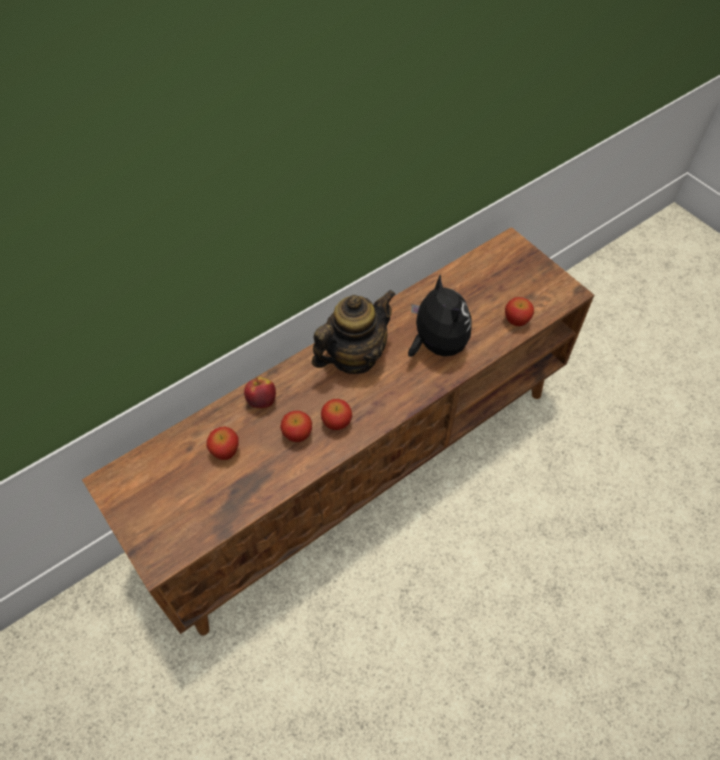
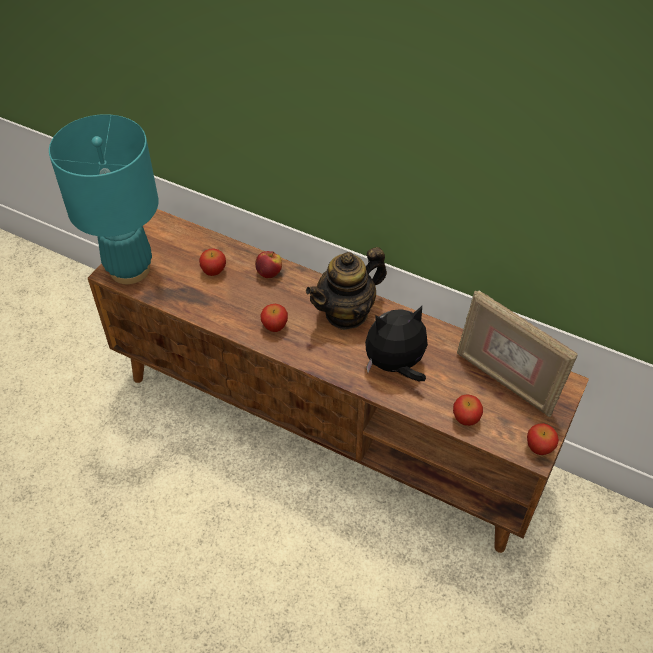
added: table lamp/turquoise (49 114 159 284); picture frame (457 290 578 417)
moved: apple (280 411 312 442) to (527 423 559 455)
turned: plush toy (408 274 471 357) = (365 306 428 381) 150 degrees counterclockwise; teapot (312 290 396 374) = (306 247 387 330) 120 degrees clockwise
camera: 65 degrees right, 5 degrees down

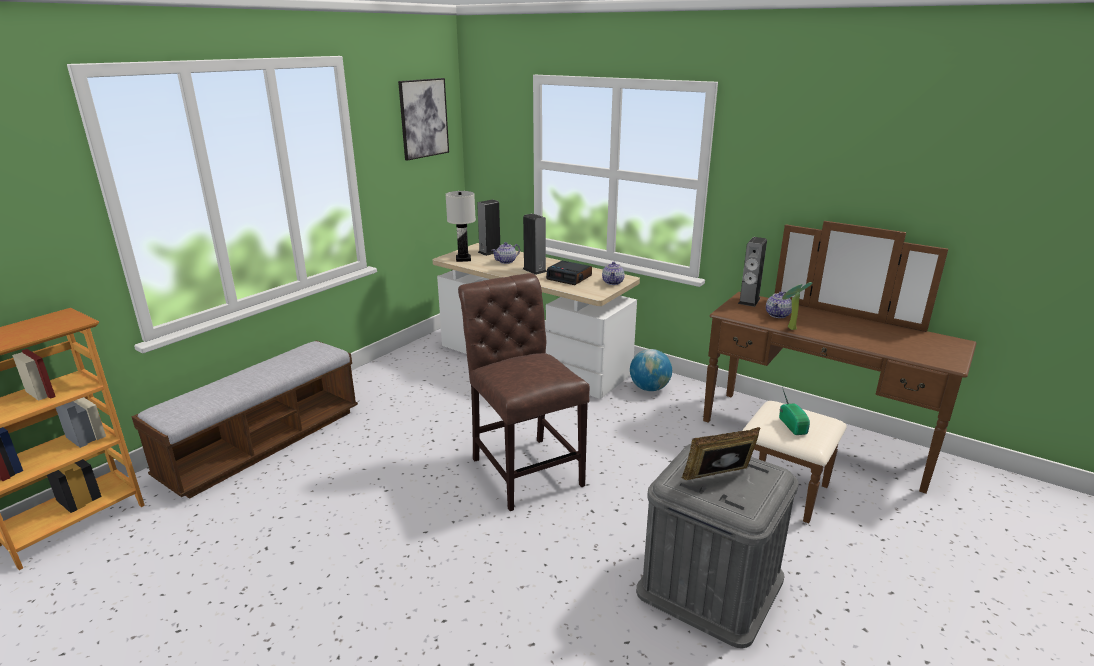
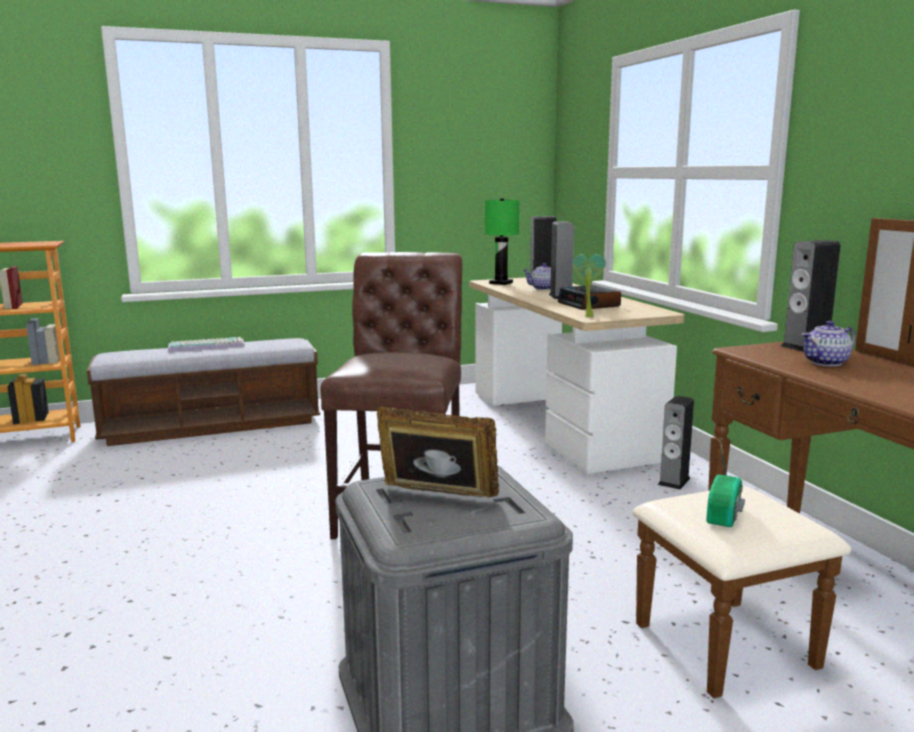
removed: picture (398 78 449 161); teapot (602 262 625 285)
added: keyboard (168 337 244 352)
moved: potted plant (782 282 812 330) to (573 254 606 317)
replaced: globe (630 349 672 391) to speaker (658 396 694 490)
recoloured: table lamp/white (445 191 476 262) to table lamp/green (484 198 519 285)
camera: 35 degrees right, 10 degrees down

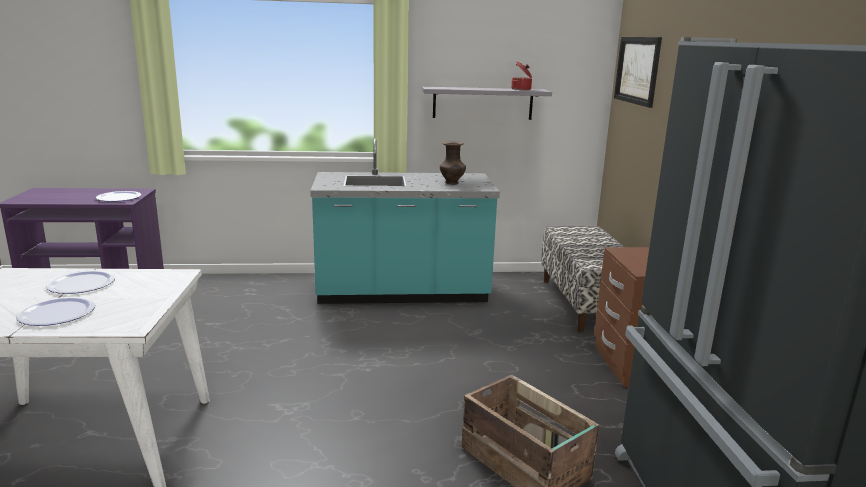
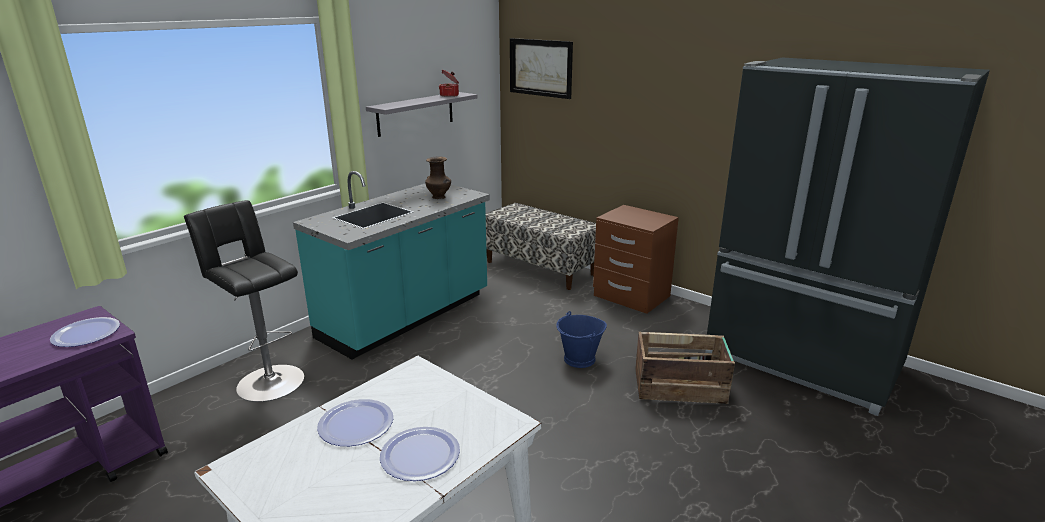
added: stool/black (184 200 304 402); bucket/blue (556 311 607 368)
camera: 45 degrees left, 5 degrees up

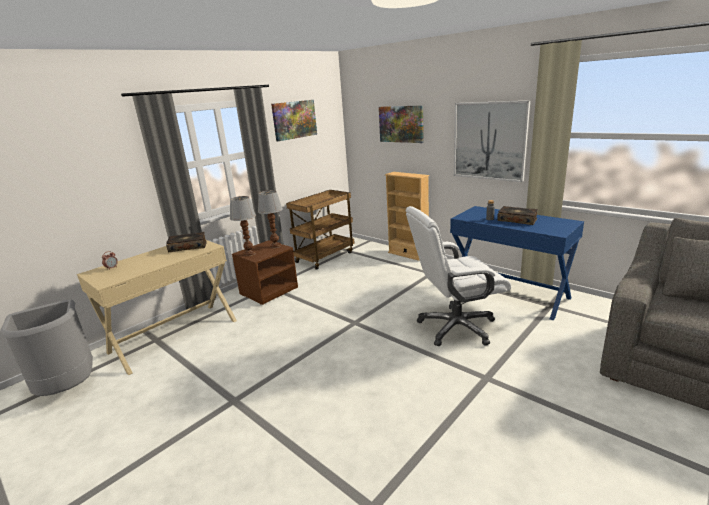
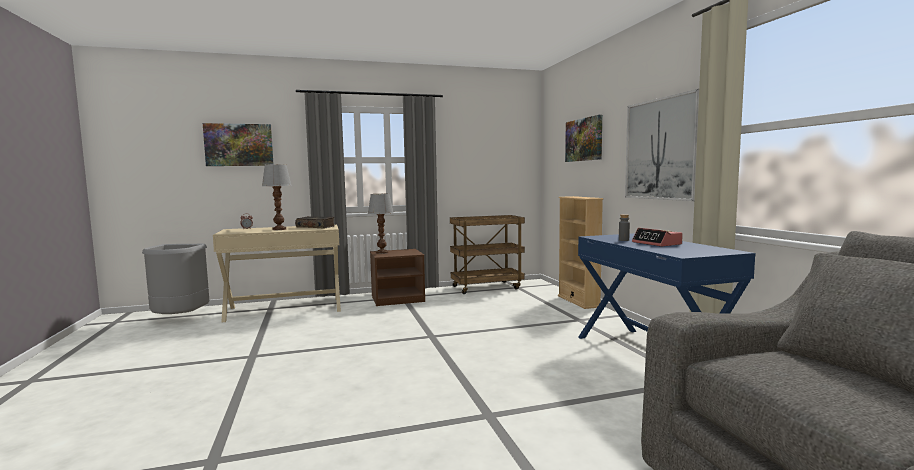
removed: office chair/white (406 206 511 346)
moved: picture (271 100 317 141) to (203 123 273 166); table lamp (258 190 283 248) to (262 164 292 230)
replaced: book (497 206 538 225) to alarm clock (632 228 683 247)
camera: 30 degrees right, 15 degrees down

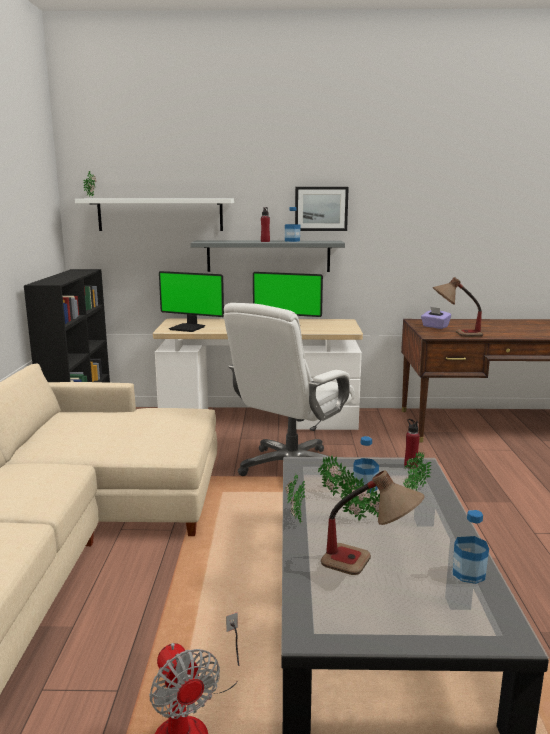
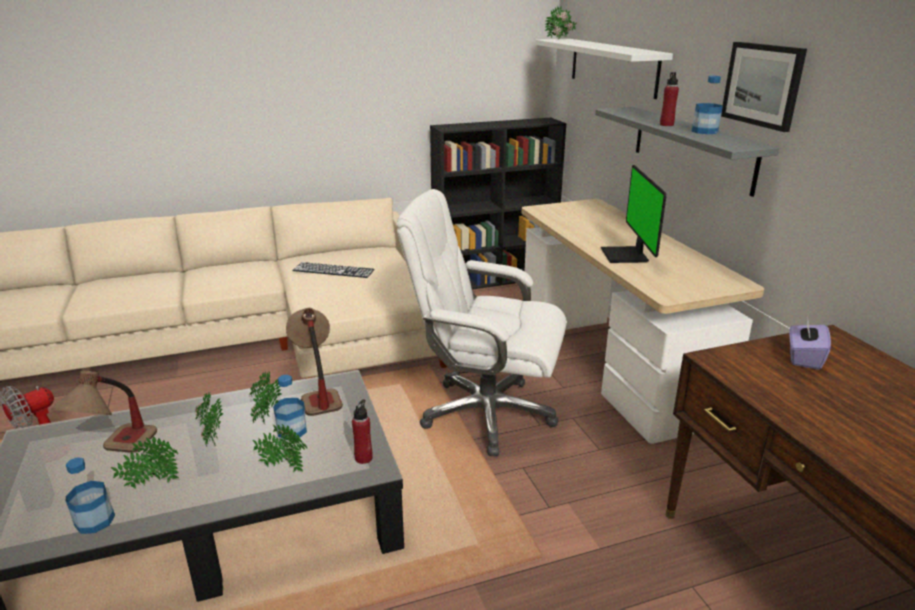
removed: monitor (159 271 224 332)
added: keyboard (292 262 375 278)
moved: table lamp (433 277 483 337) to (286 308 343 416); potted plant (285 473 305 523) to (111 437 179 489)
camera: 70 degrees right, 10 degrees up

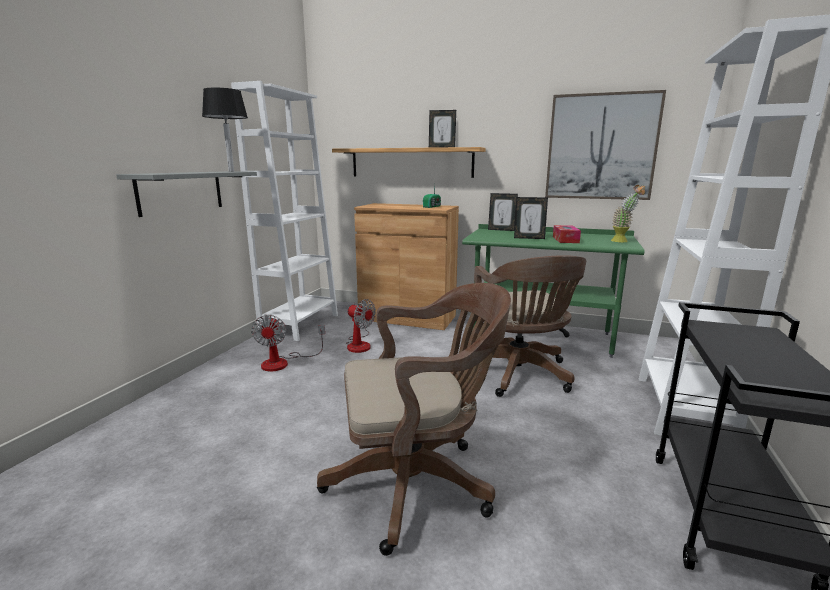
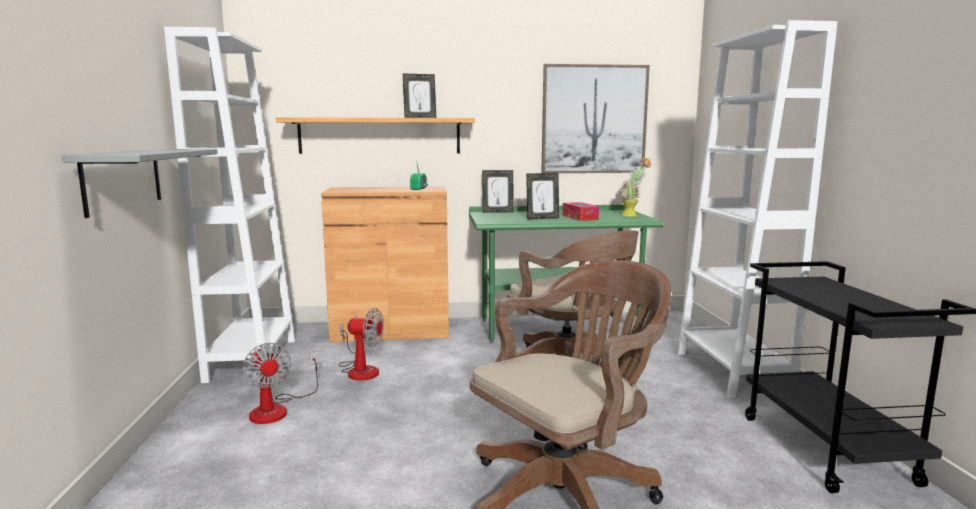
removed: table lamp/black (202 88 248 172)
camera: 25 degrees left, 5 degrees down

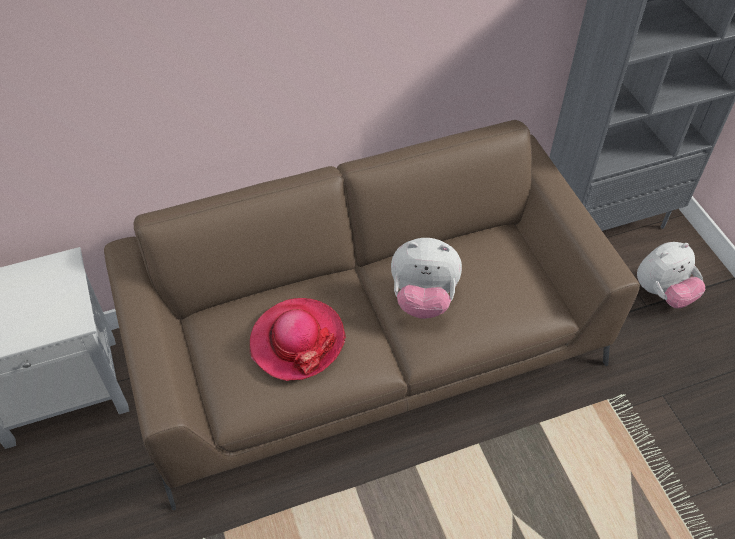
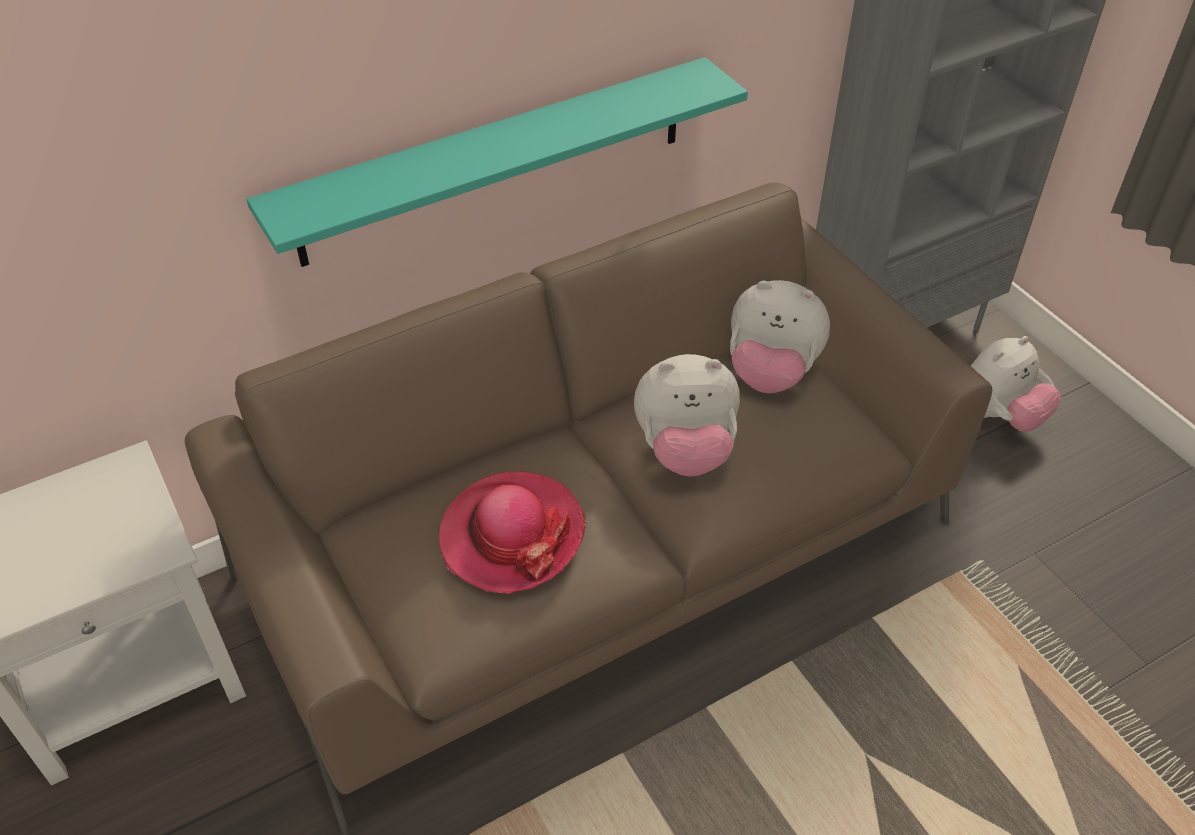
added: shelf/turquoise (247 57 748 267); plush toy (730 280 830 393)
camera: 10 degrees left, 5 degrees down

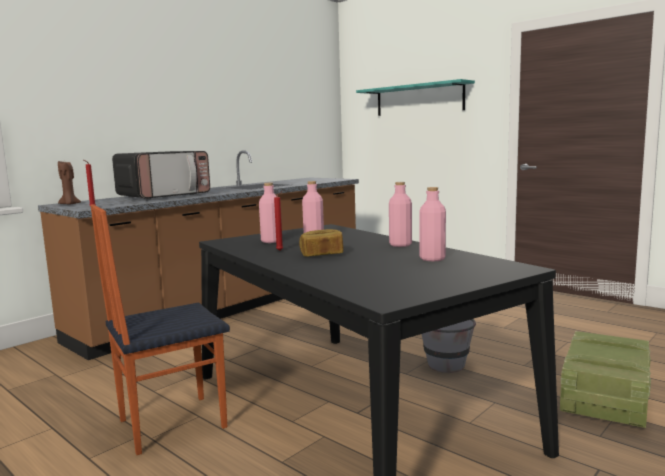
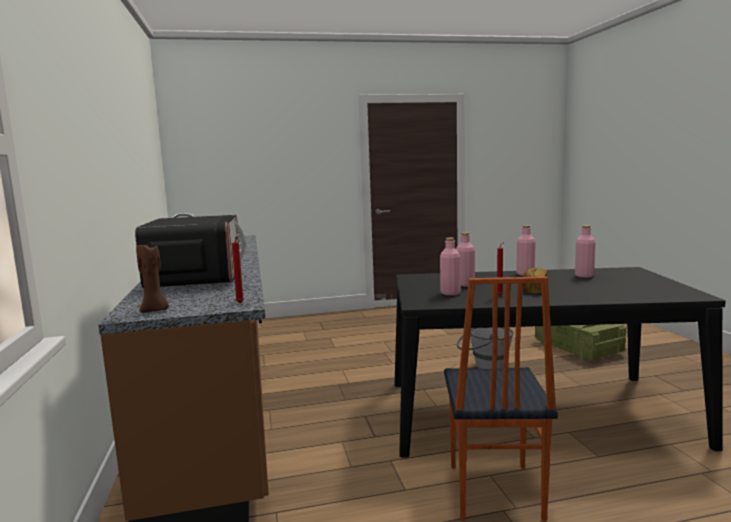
removed: shelf/turquoise (356 79 475 116)
camera: 55 degrees left, 0 degrees up

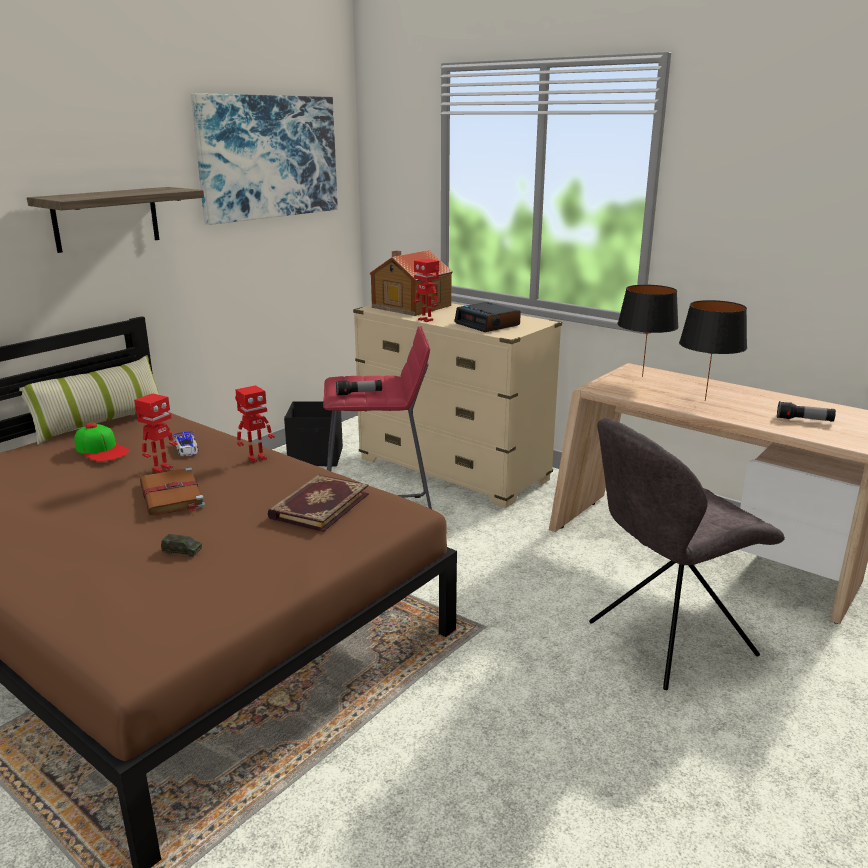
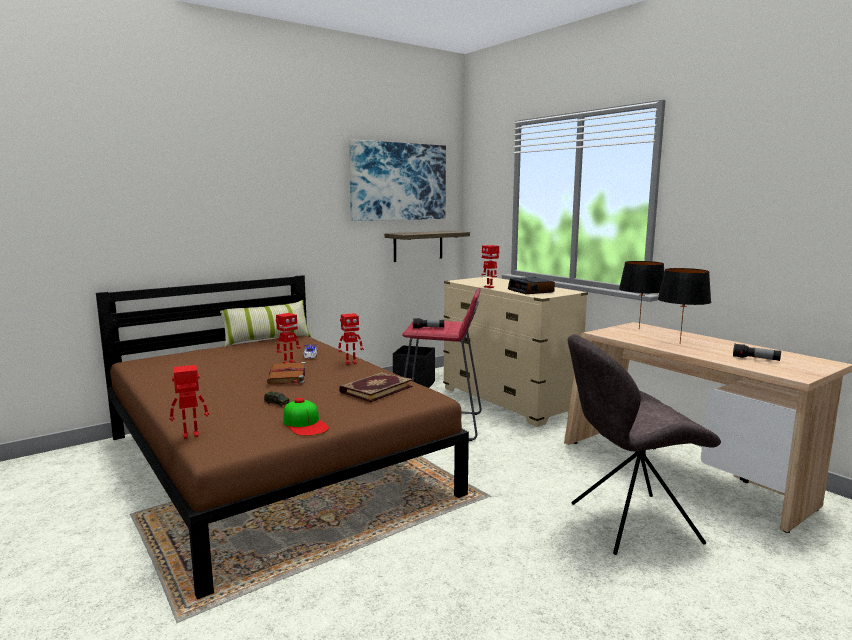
removed: toy house (370 250 453 316)
added: toy robot (169 365 209 439)
moved: shelf (27 187 204 253) to (384 231 470 262); cap (74 423 129 461) to (284 398 329 436)
camera: 15 degrees right, 10 degrees down

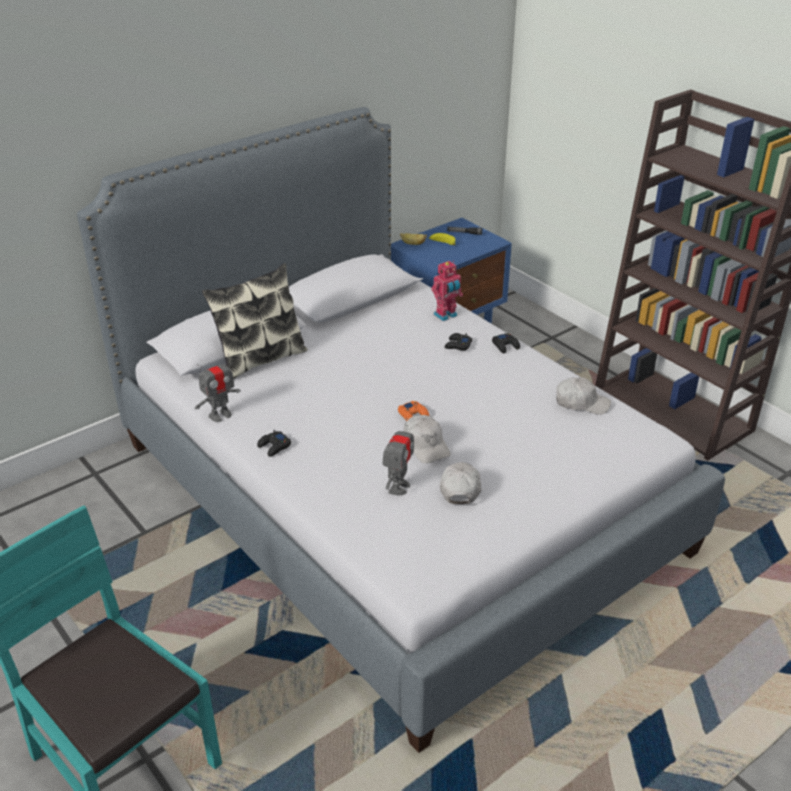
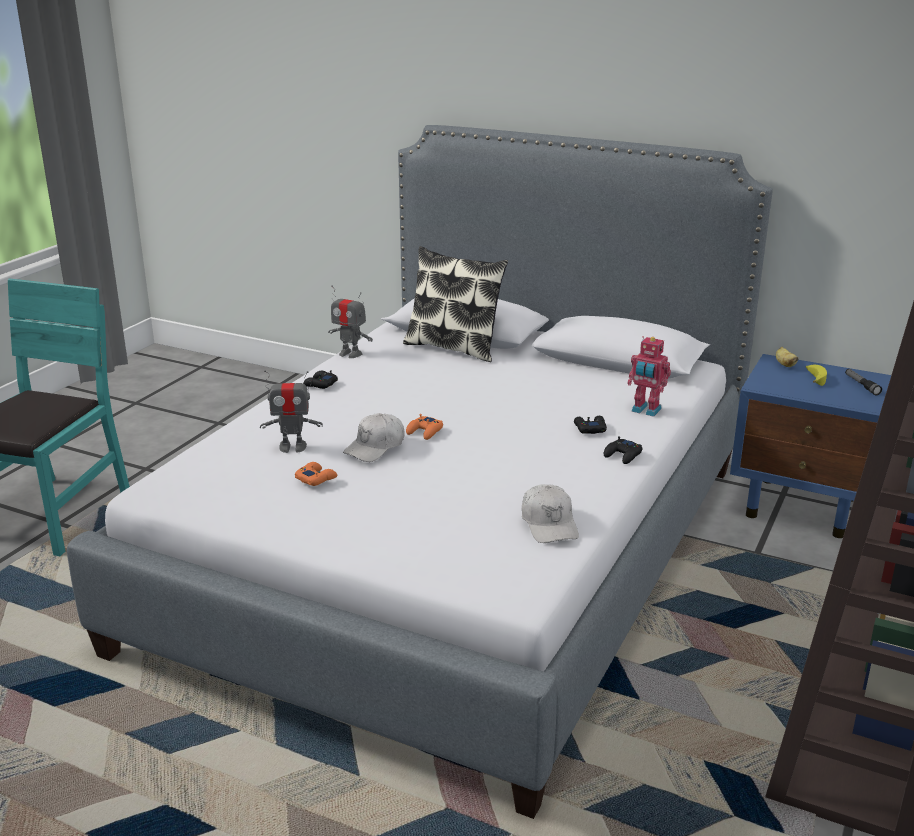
replaced: cap/white (440 462 481 504) to game controller/orange (295 462 337 486)
camera: 65 degrees right, 10 degrees down

